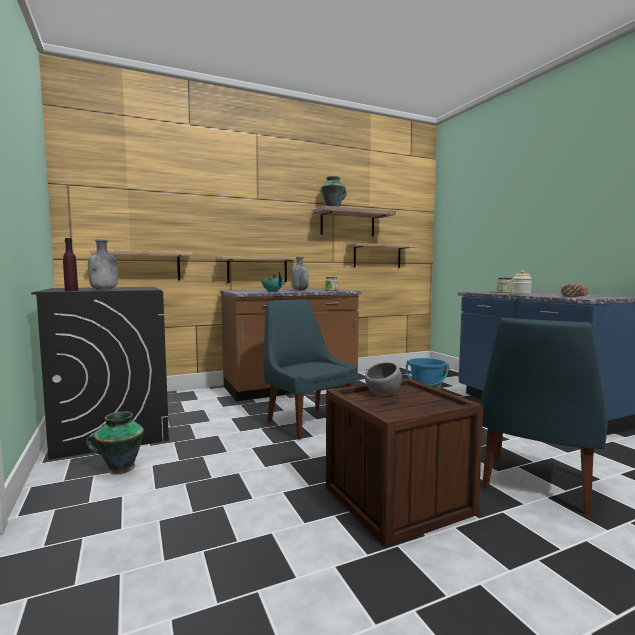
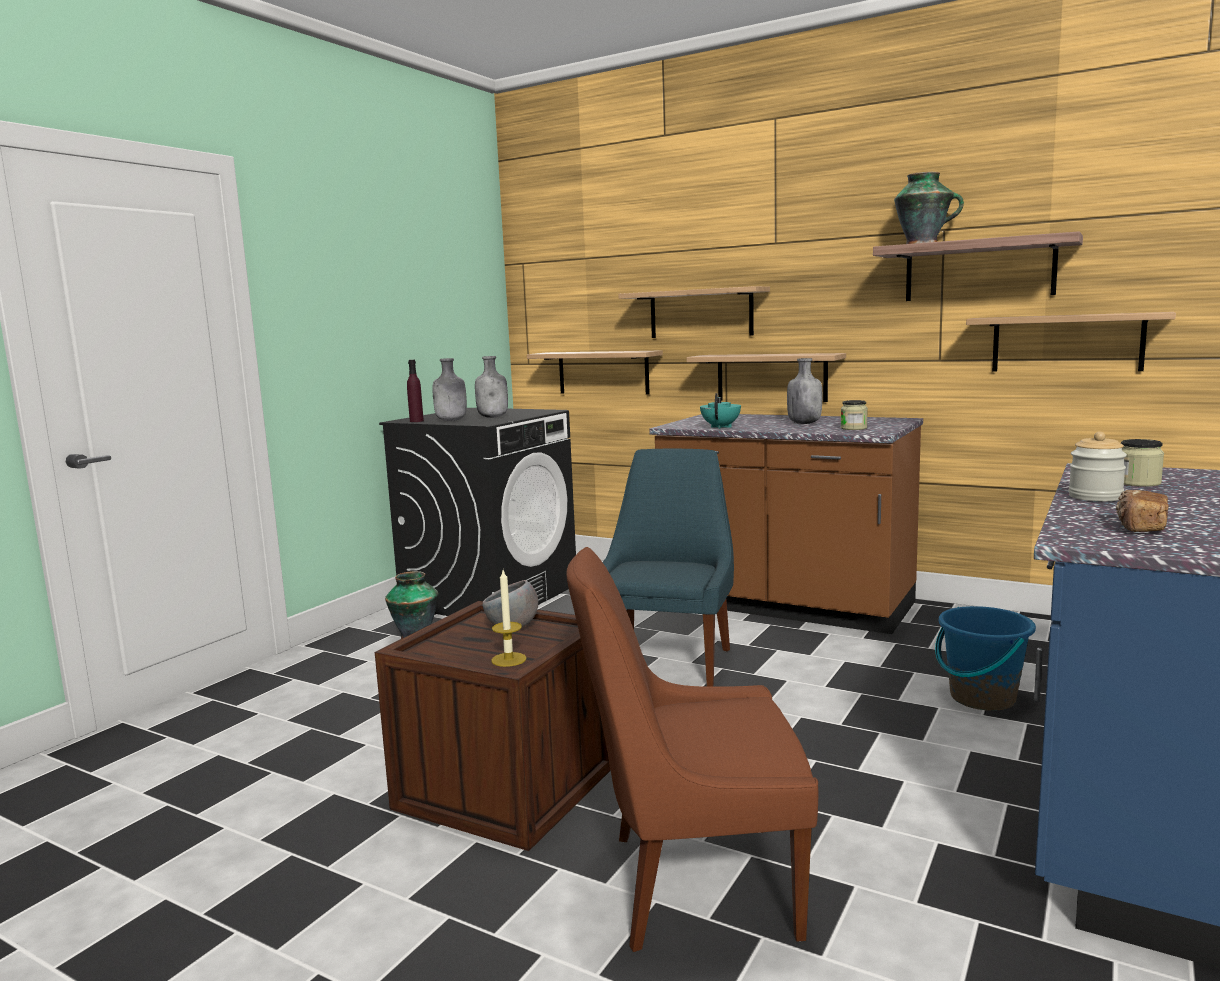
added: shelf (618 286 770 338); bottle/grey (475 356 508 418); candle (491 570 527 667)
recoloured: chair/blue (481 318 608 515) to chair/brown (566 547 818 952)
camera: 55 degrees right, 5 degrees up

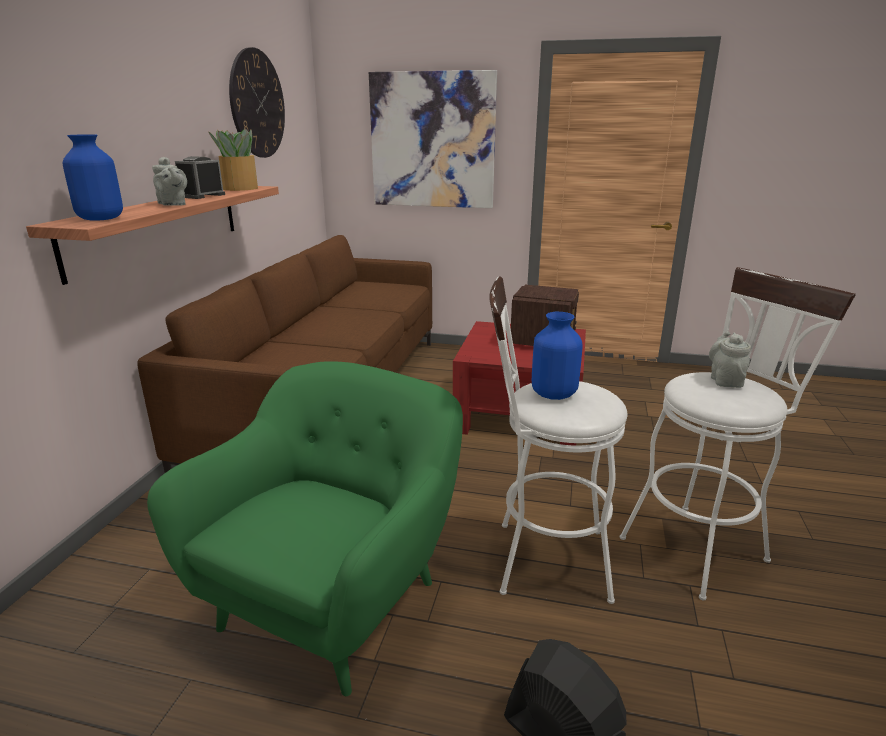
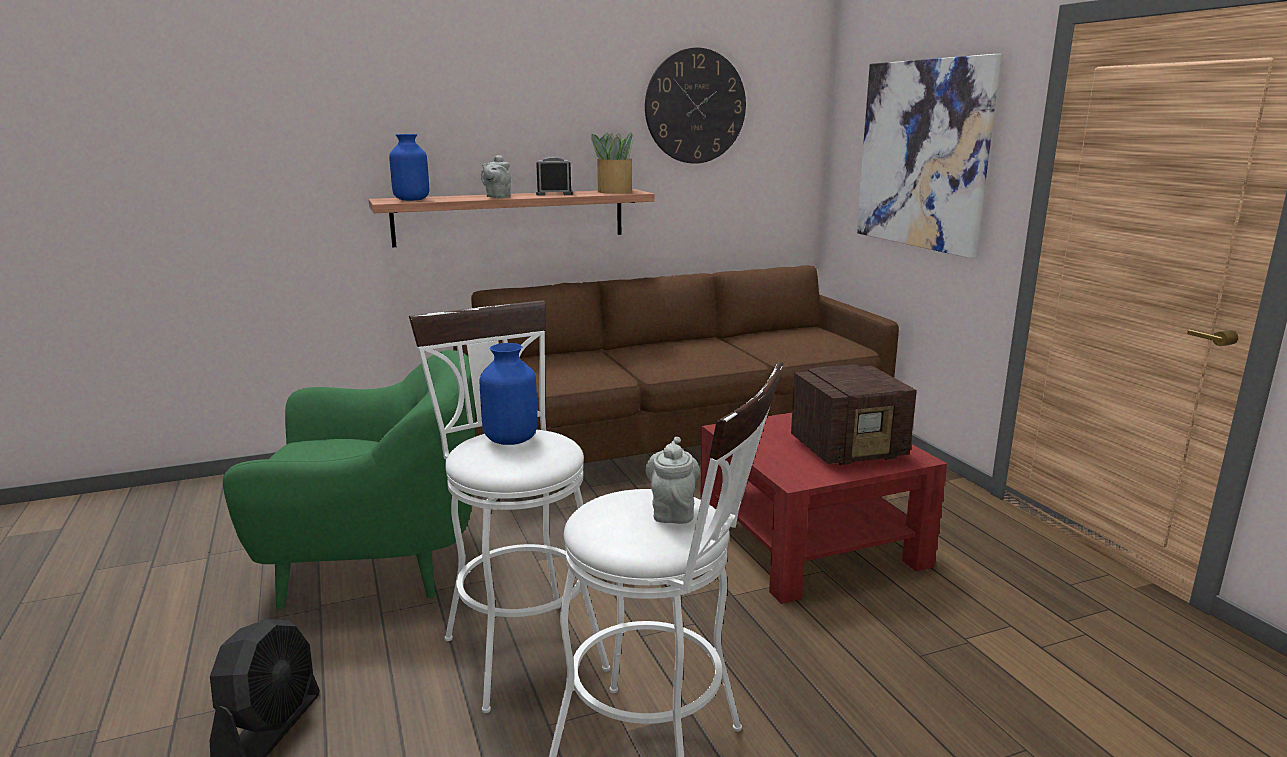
turned: teapot/grey (709 331 751 388) = (645 437 700 524) 60 degrees counterclockwise
camera: 55 degrees right, 5 degrees down

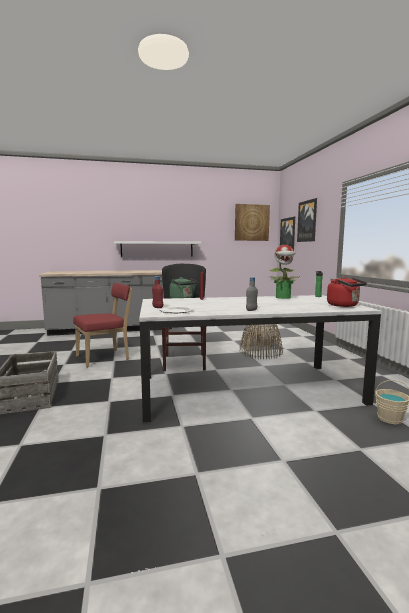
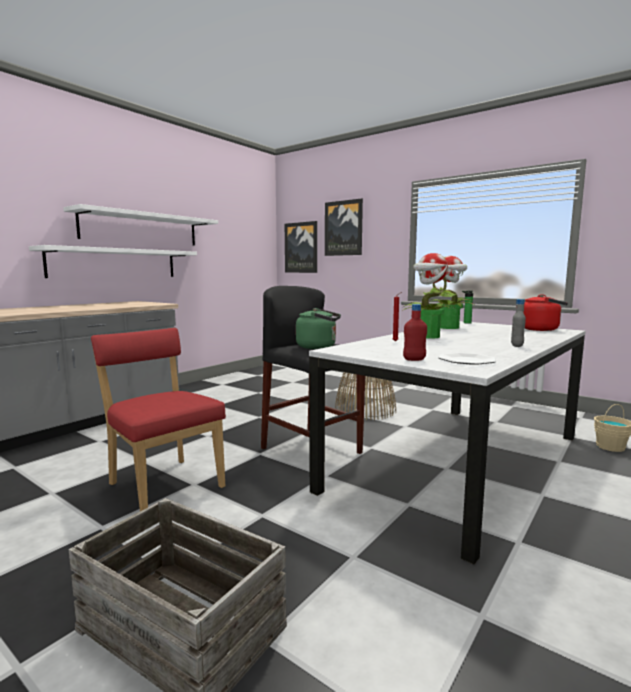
removed: picture (235 204 270 241)
added: shelf/white (63 204 218 246); potted plant (403 253 456 339)
turned: chair/red (73 283 132 367) = (91 328 226 511) 60 degrees counterclockwise
camera: 40 degrees left, 0 degrees up

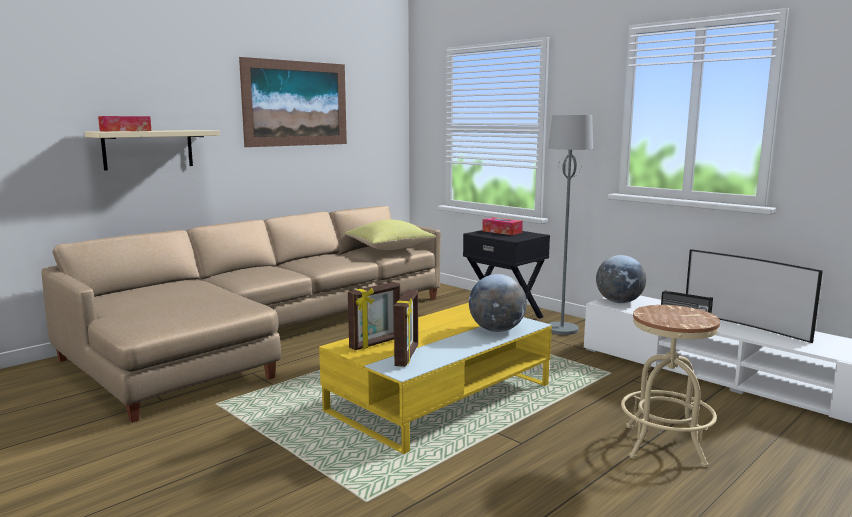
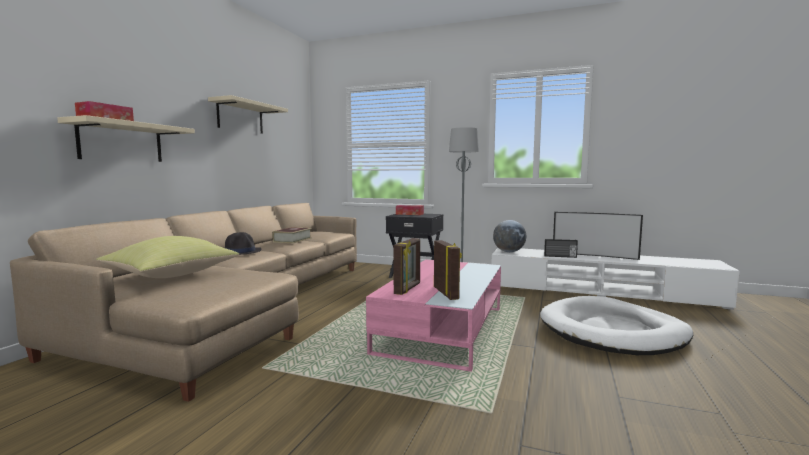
removed: globe (469 274 527 332)
added: book (272 227 312 244); hat/black (225 232 262 255)
moved: pillow/yellow (346 220 436 250) to (96 236 239 278)
replaced: picture (239 57 347 147) to shelf/beige (208 95 288 134); stool/beige (621 305 720 467) to dog bed/white (540 296 693 355)
recoloured: coffee table/yellow (319 303 552 454) to coffee table/pink (366 260 501 372)
camera: 25 degrees left, 5 degrees down

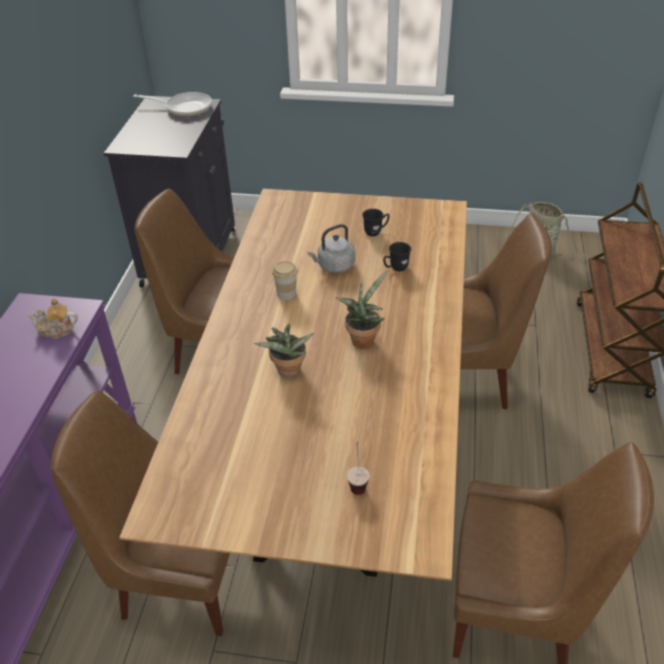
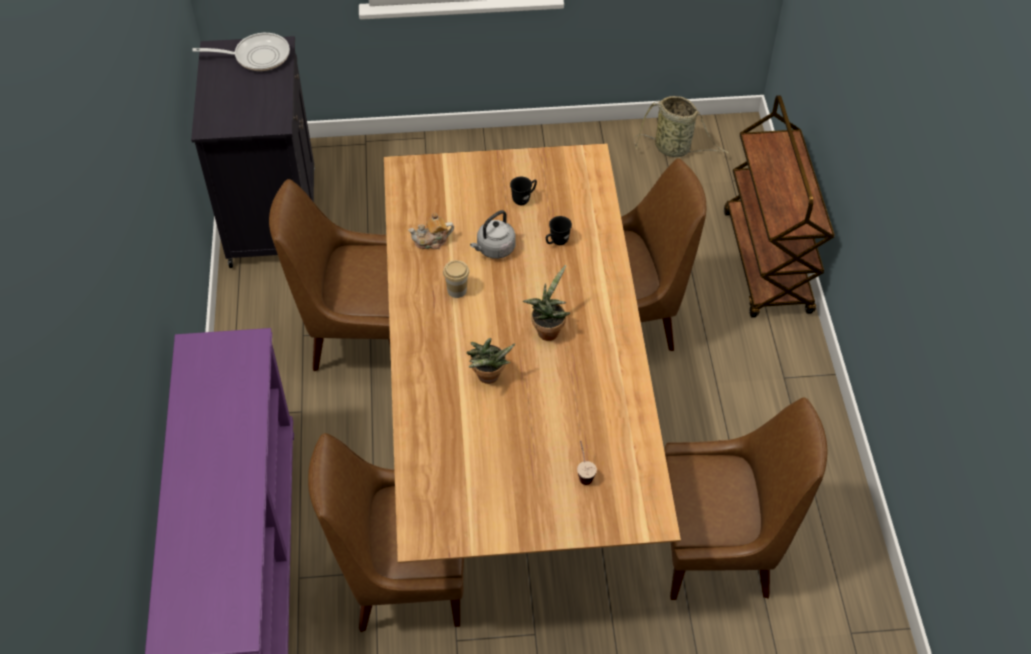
moved: teapot (27 298 78 339) to (408 213 454 249)
camera: 15 degrees left, 10 degrees up

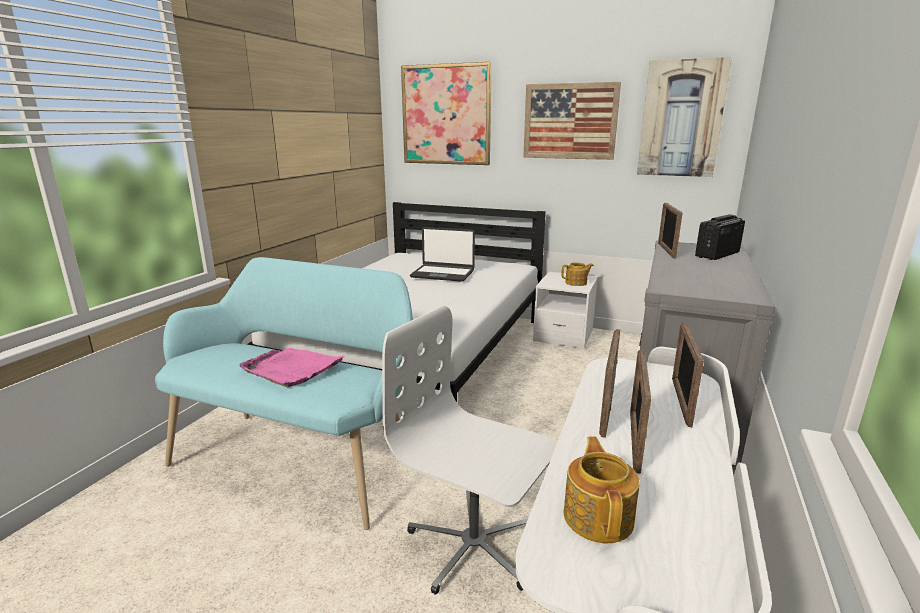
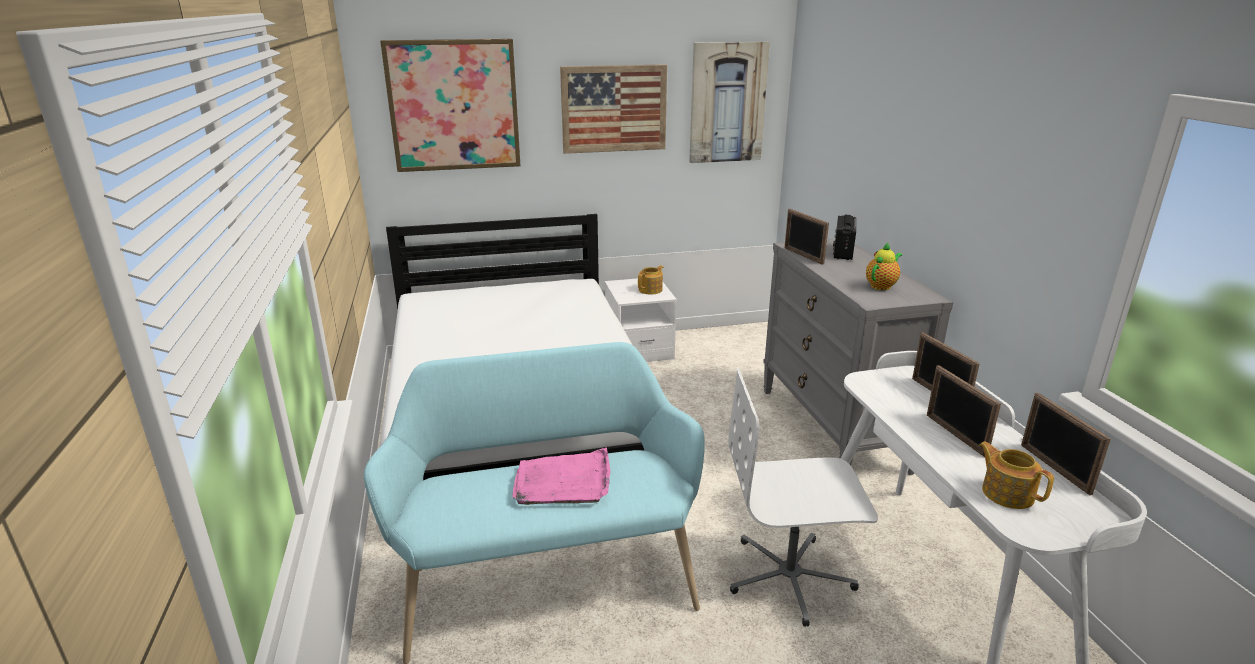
removed: laptop (410 227 475 282)
added: teapot (866 243 902 290)
moved: picture frame (599 329 620 438) to (1021 393 1111 495)
camera: 35 degrees left, 5 degrees up

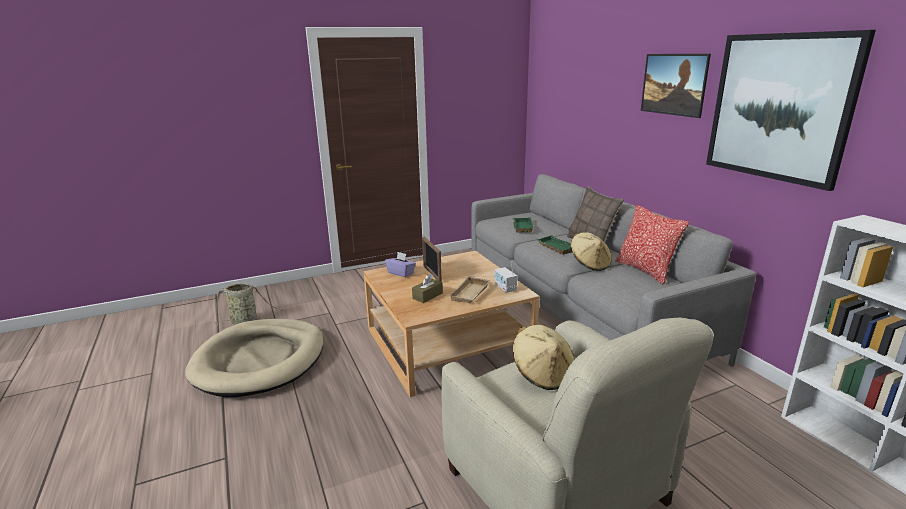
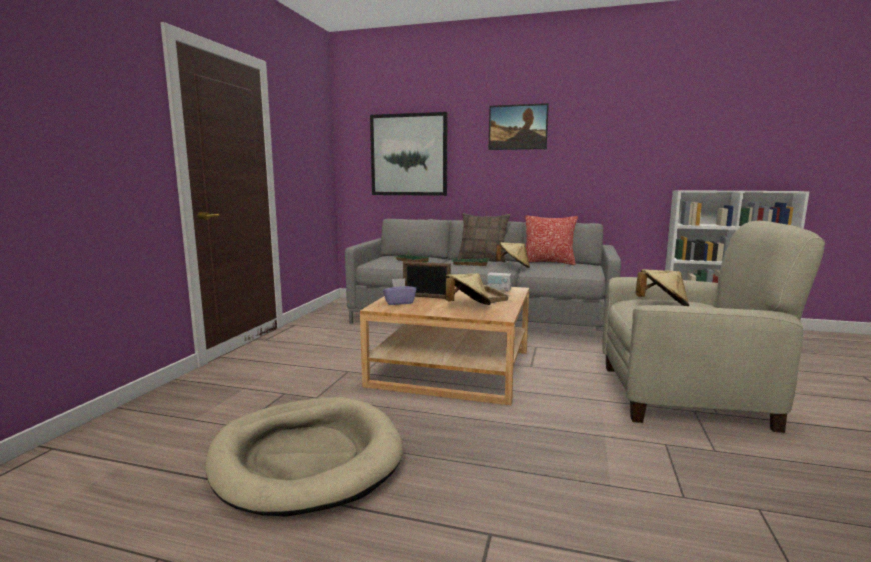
removed: basket (215 283 283 326)
moved: picture (706 30 876 191) to (370 112 447 196)
replaced: tissue box/brown (412 274 443 303) to hat/beige (445 273 491 305)
camera: 50 degrees left, 10 degrees down

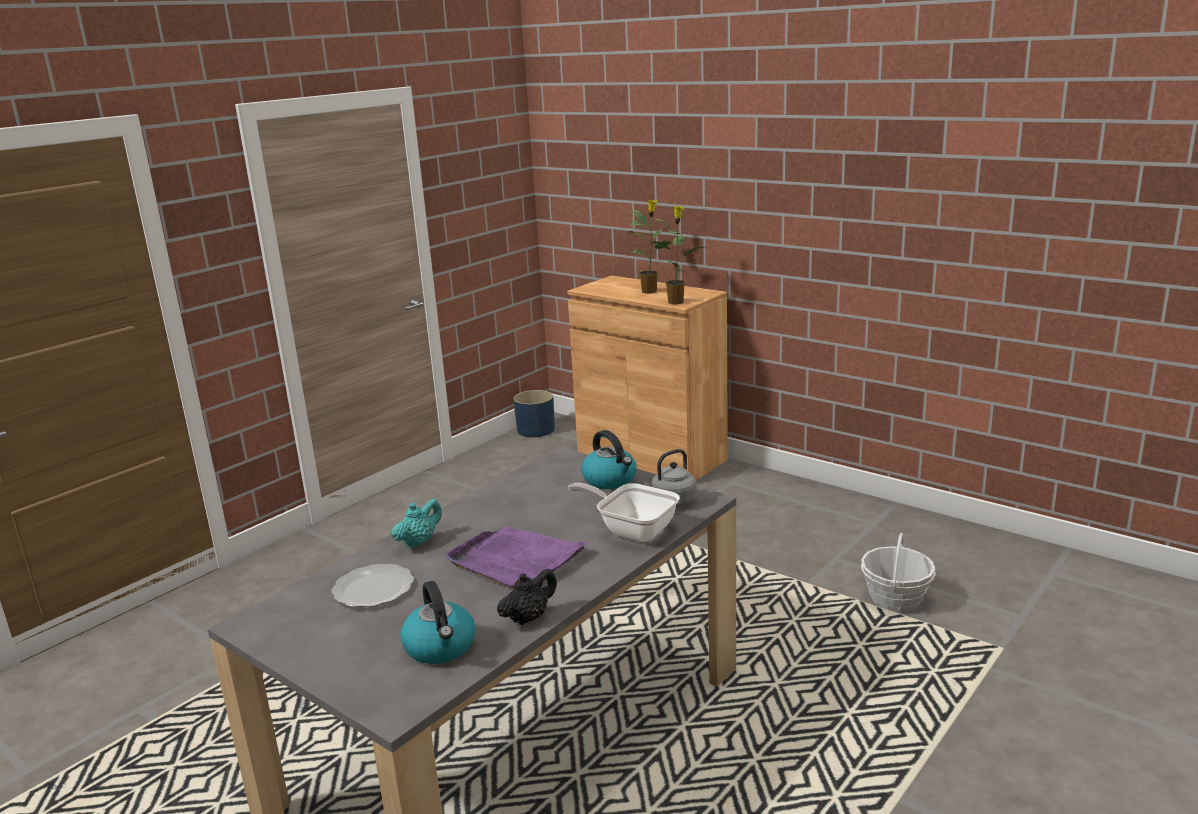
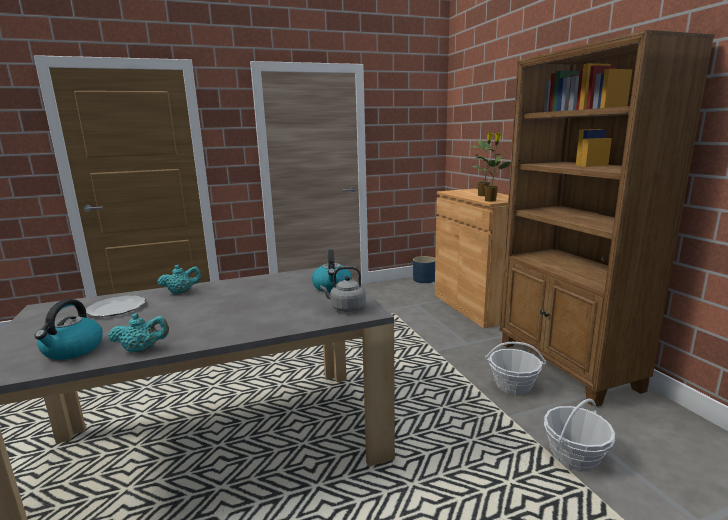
removed: frying pan (568 483 680 542); tray/purple (445 526 588 589)
added: bookcase/brown (500 30 715 407); basket (485 342 546 395)
recoloured: teapot/black (497 569 557 625) to teapot/turquoise (108 313 169 353)
camera: 30 degrees right, 5 degrees down

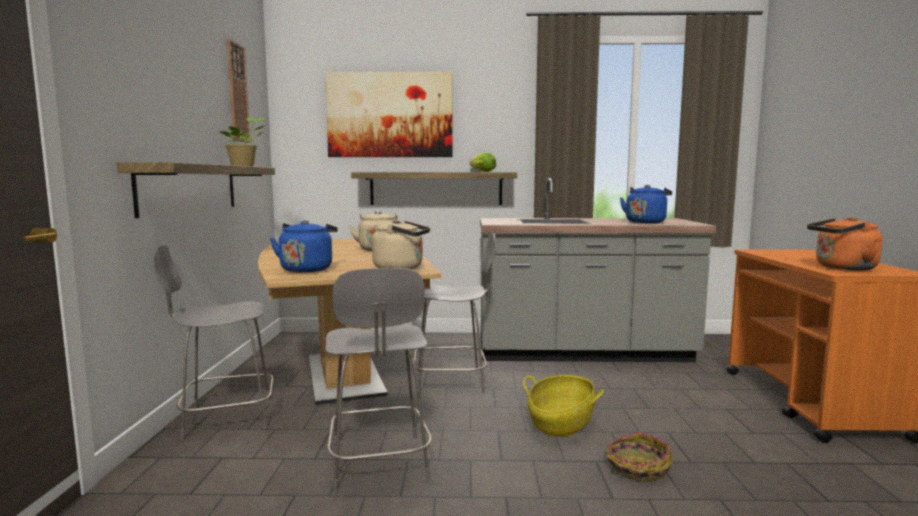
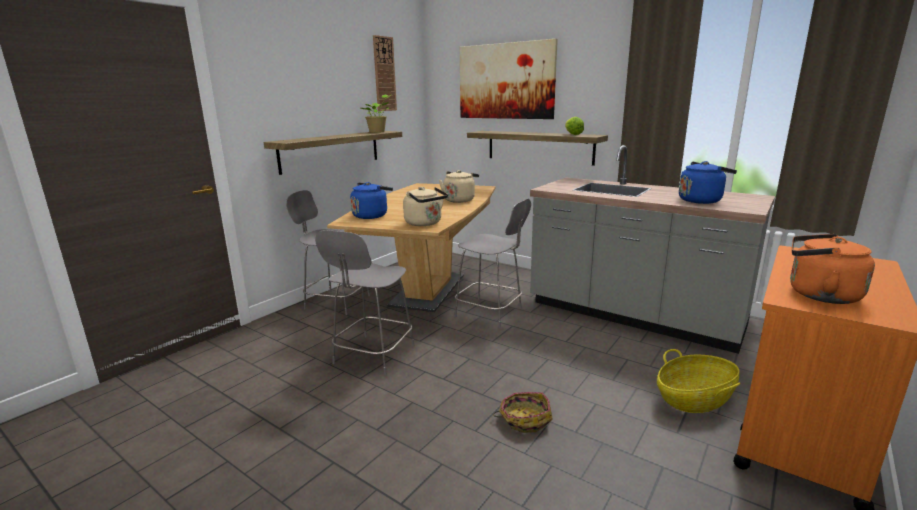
moved: basket (523 375 604 437) to (657 349 740 413)
camera: 35 degrees right, 10 degrees up

